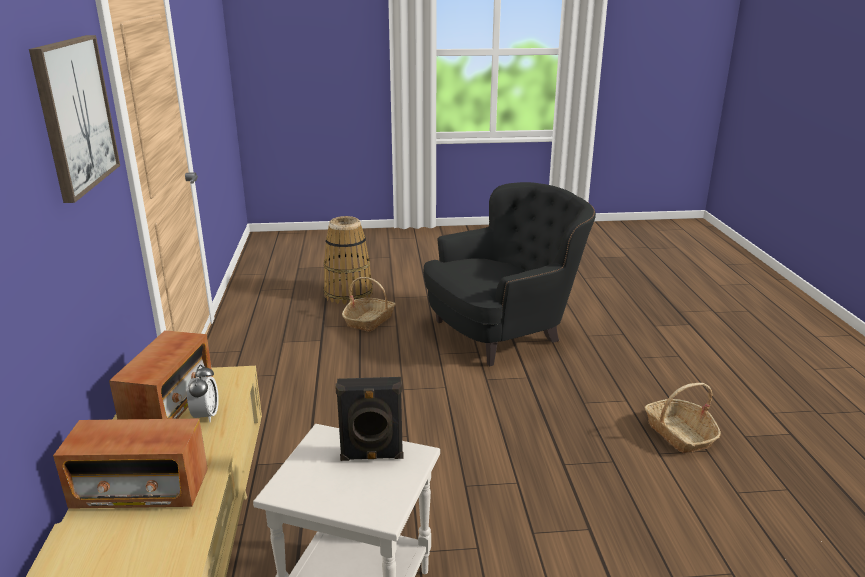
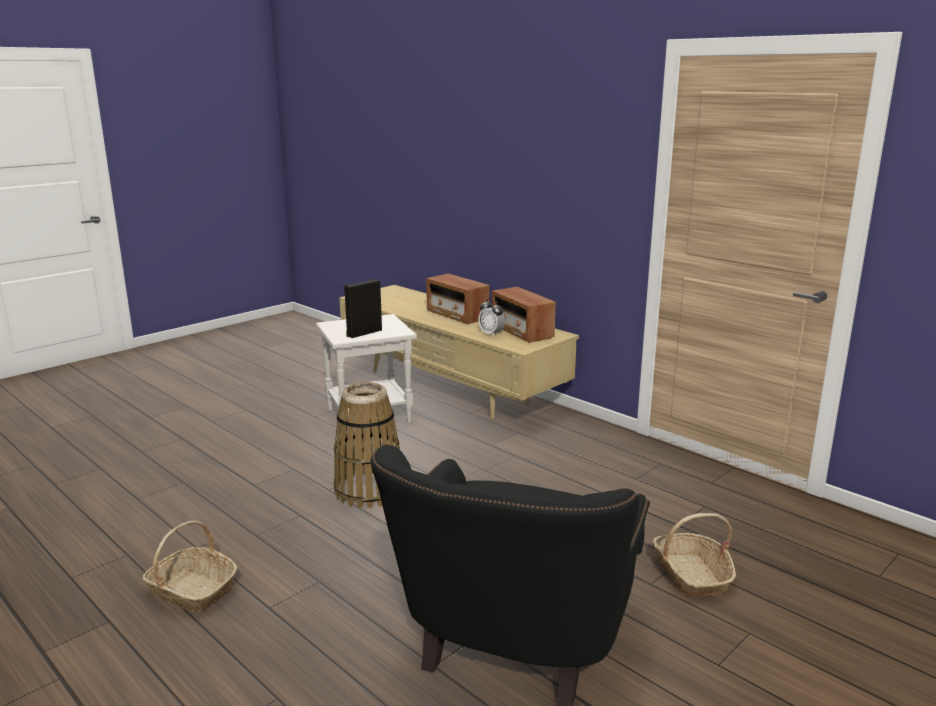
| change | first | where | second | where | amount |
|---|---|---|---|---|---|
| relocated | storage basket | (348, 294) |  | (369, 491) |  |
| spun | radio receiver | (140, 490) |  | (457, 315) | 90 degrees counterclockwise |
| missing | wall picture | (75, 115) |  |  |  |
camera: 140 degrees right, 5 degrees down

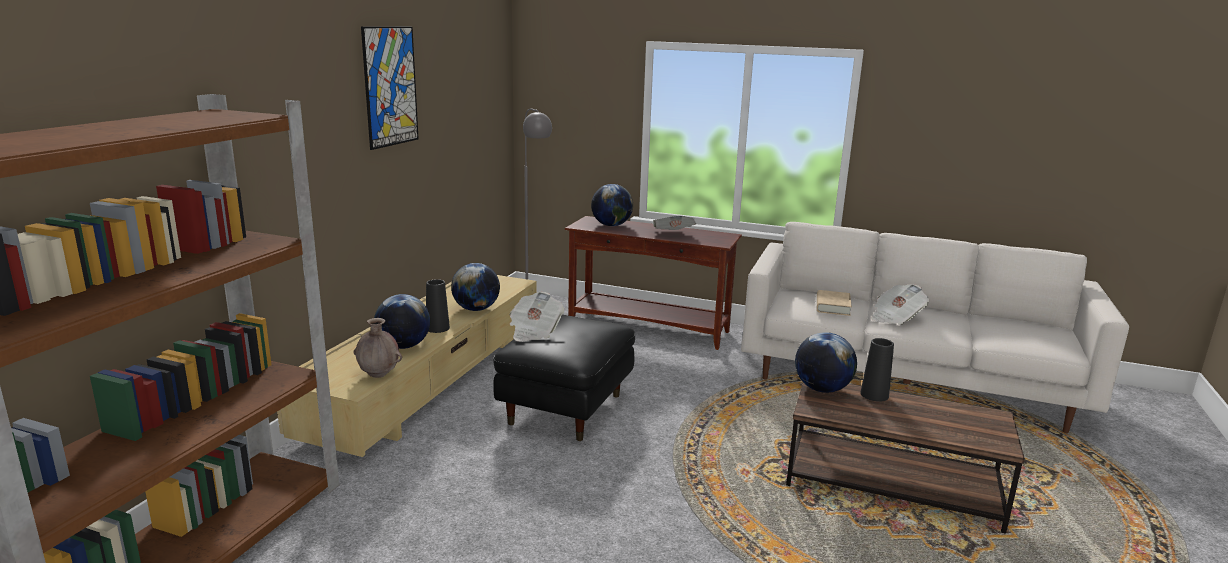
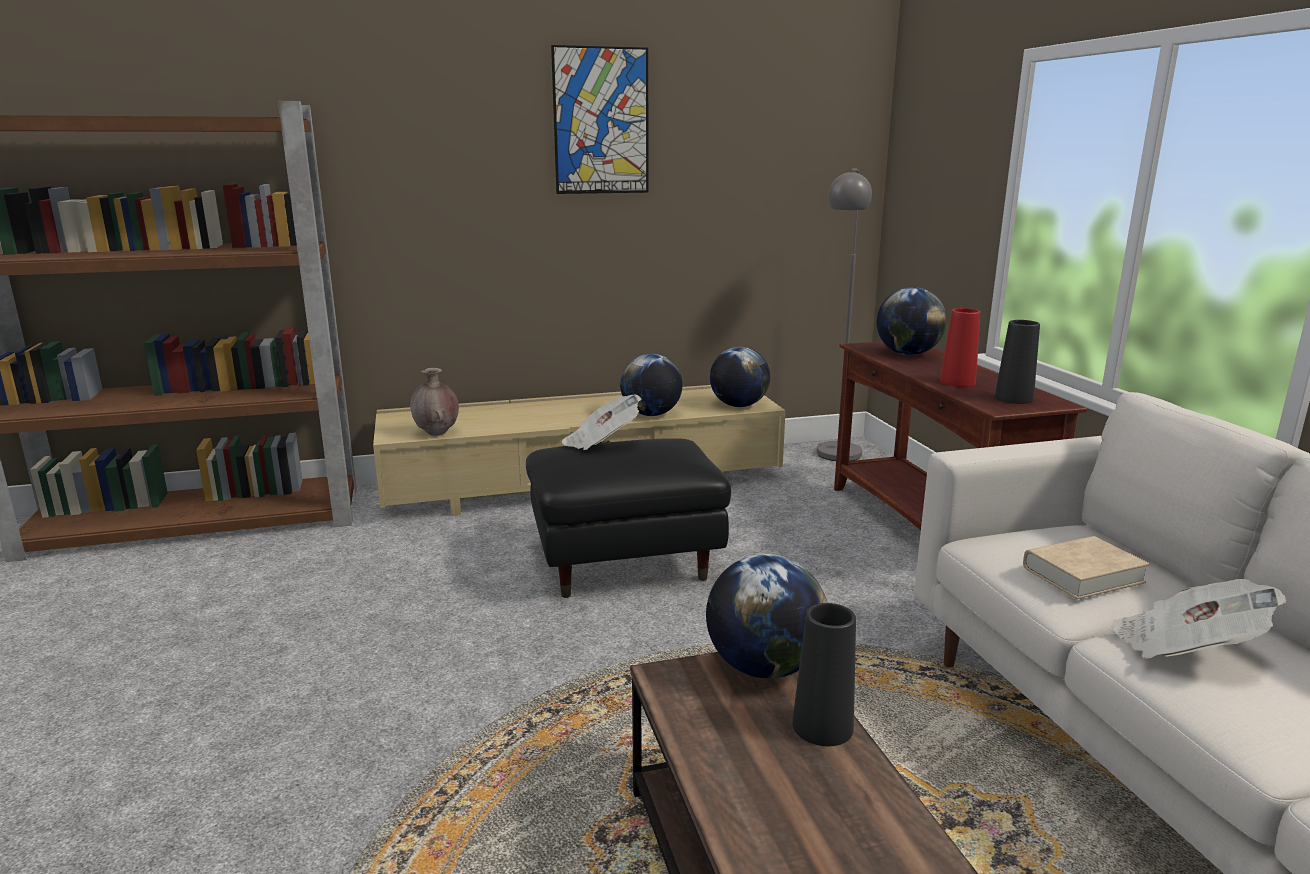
| change | first | where | second | where | amount |
|---|---|---|---|---|---|
| relocated | desk globe | (404, 346) |  | (738, 405) |  |
| exchanged | daily paper | (673, 235) | reddish decorative vase | (957, 382) |  |
| relocated | blackish decorative vase | (437, 328) |  | (1013, 398) |  |
camera: 55 degrees right, 0 degrees up

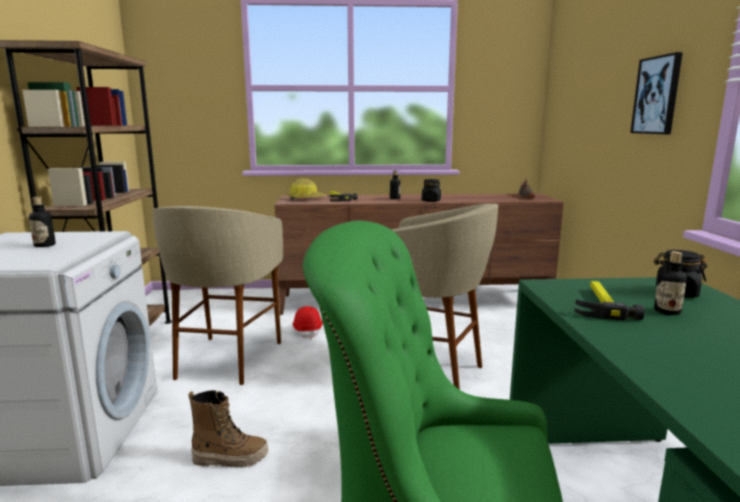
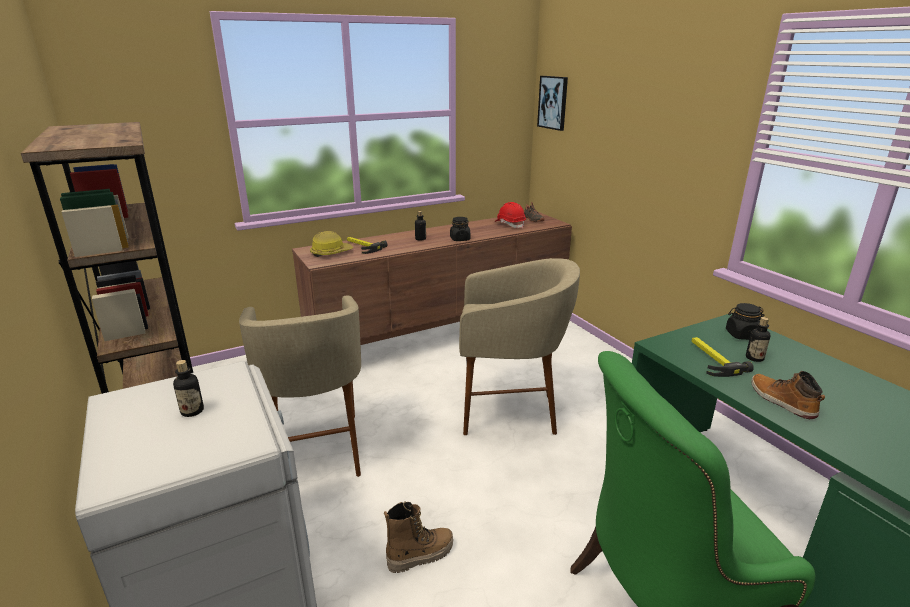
| change | first | where | second | where | amount |
|---|---|---|---|---|---|
| relocated | reddish work helmet | (308, 331) |  | (510, 224) |  |
| relocated | wall picture | (657, 95) |  | (553, 102) |  |
| appeared |  |  | high-top boot | (781, 401) |  |
camera: 25 degrees left, 10 degrees up

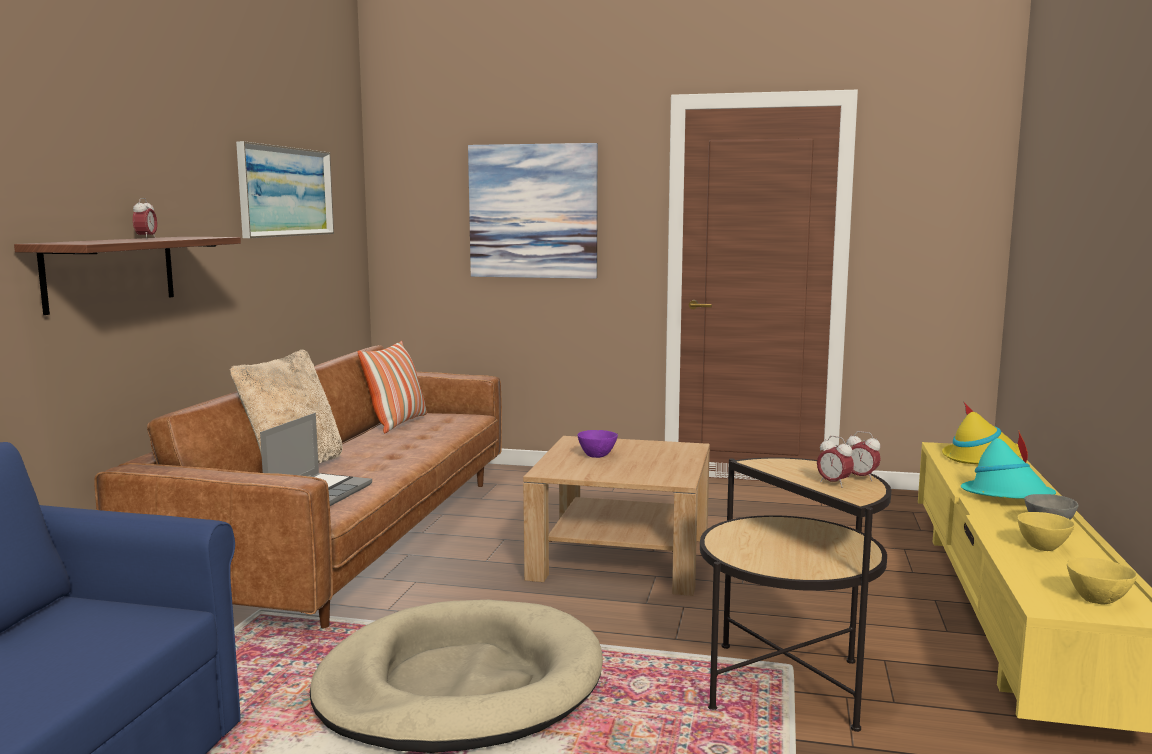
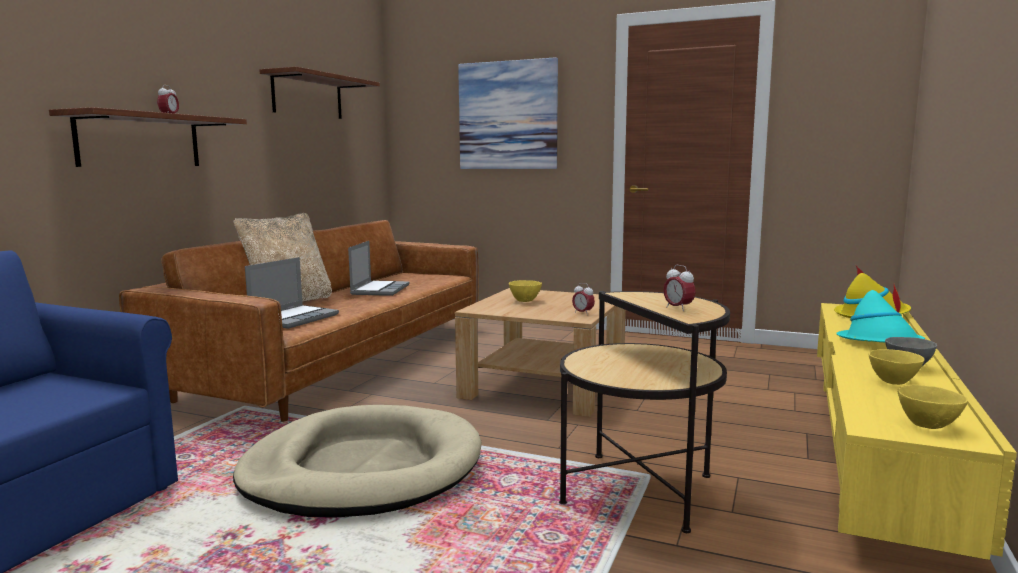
| change | first | where | second | where | amount |
|---|---|---|---|---|---|
| exchanged | wall picture | (286, 192) | wall shelf | (307, 96) |  |
| appeared |  |  | portable computer | (379, 289) |  |
| colour | purple deep dish | (597, 456) | yellow deep dish | (525, 301) |  |
| relocated | bedside clock | (861, 478) |  | (583, 313) |  |
| missing | pillow | (397, 423) |  |  |  |
camera: 10 degrees right, 0 degrees up

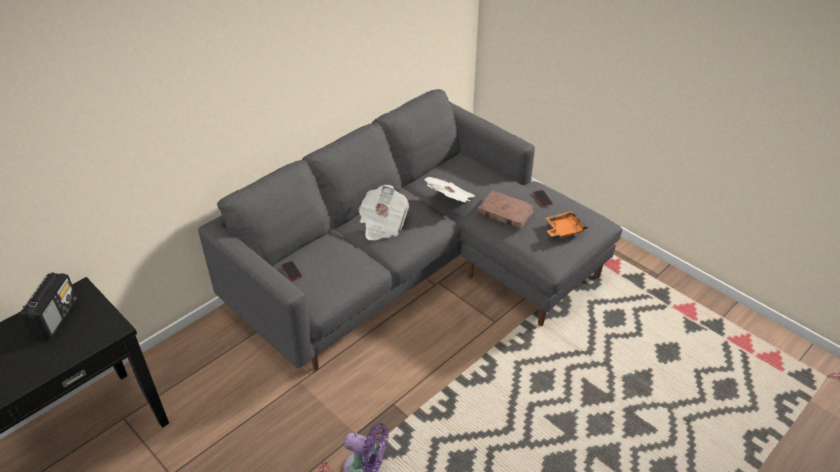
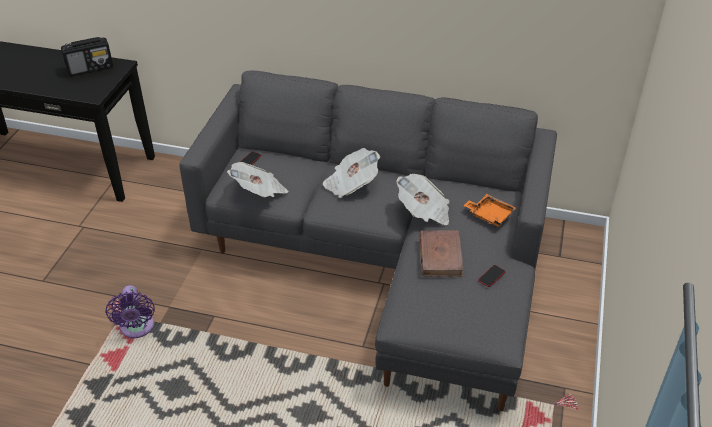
| change | first | where | second | where | amount |
|---|---|---|---|---|---|
| appeared |  |  | daily paper | (259, 192) |  |
| relocated | orangey tray | (563, 230) |  | (490, 215) |  |
camera: 60 degrees right, 0 degrees up

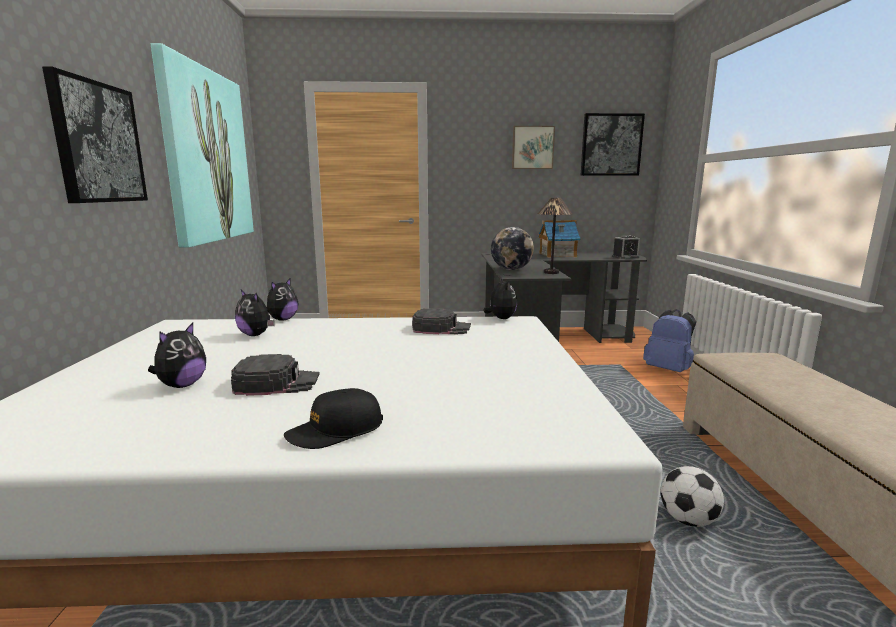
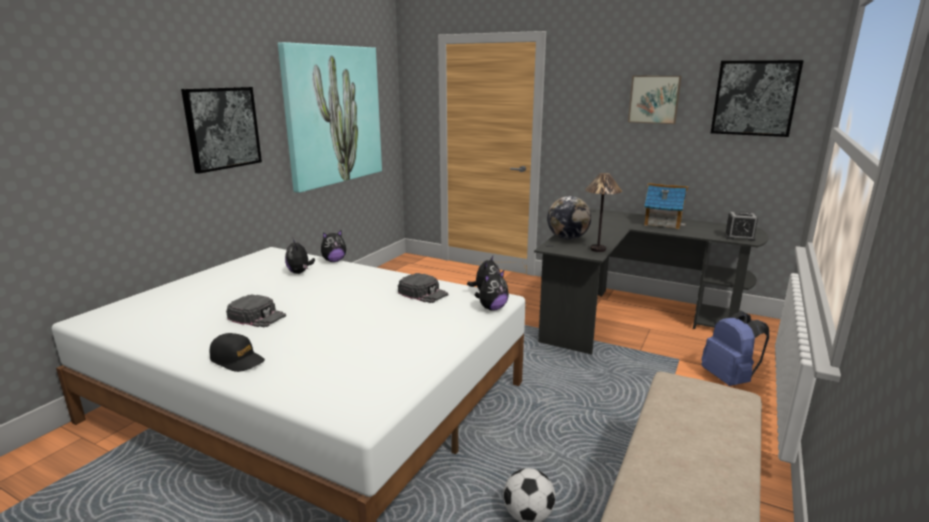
| change | first | where | second | where | amount |
|---|---|---|---|---|---|
| spun | blackish baseball cap | (335, 431) |  | (237, 360) | 150 degrees counterclockwise |
| relocated | cuddly toy | (182, 385) |  | (492, 308) |  |
camera: 30 degrees right, 5 degrees up

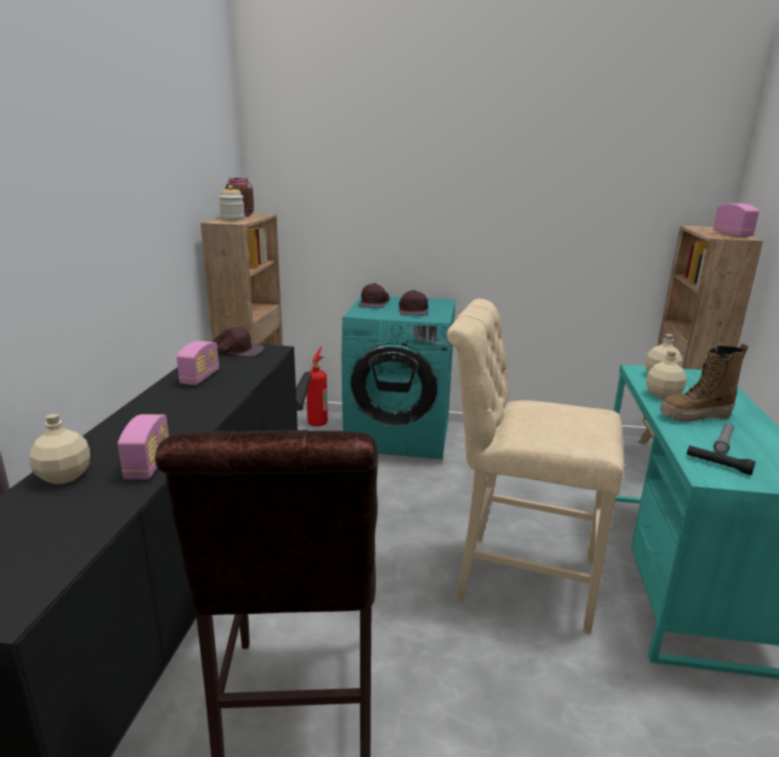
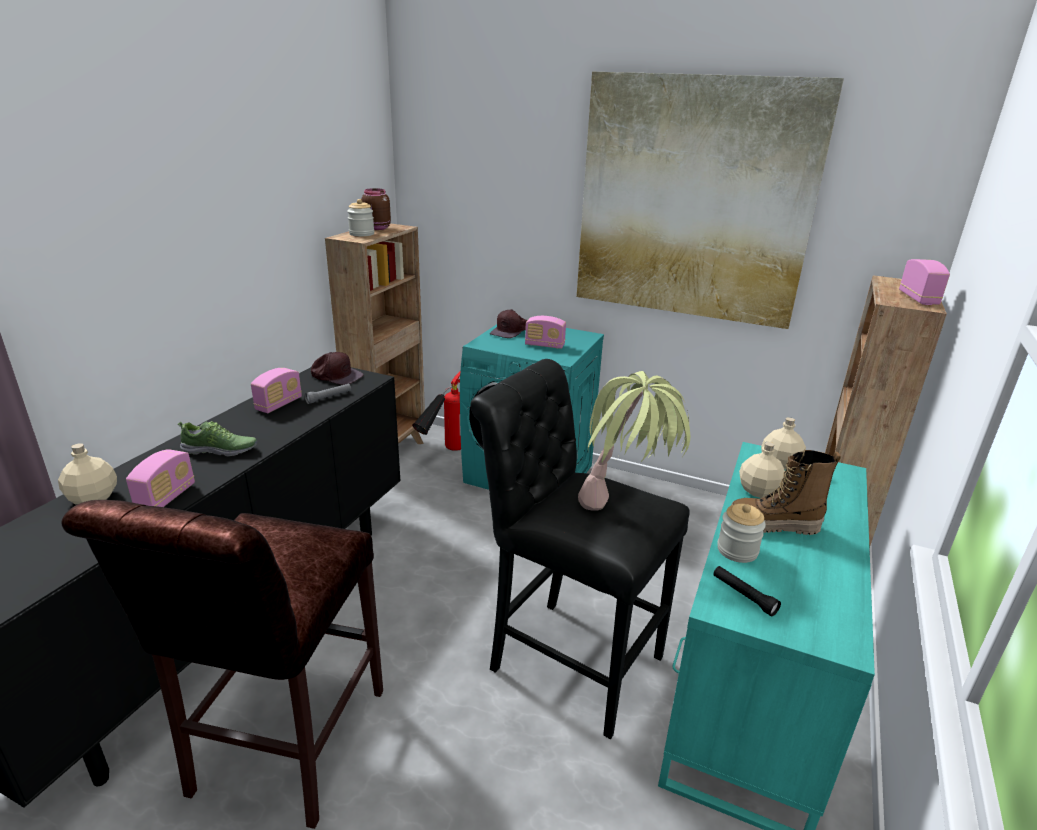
| change | first | where | second | where | amount |
|---|---|---|---|---|---|
| appeared |  |  | low shoe | (220, 450) |  |
| relocated | greyish hand torch | (723, 443) |  | (329, 397) |  |
| colour | sand-coloured sitting stool | (517, 576) | blackish sitting stool | (568, 657) |  |
| exchanged | brownish baseball cap | (414, 311) | radio receiver | (544, 345) |  |
| appeared |  |  | wall picture | (693, 201) |  |
| appeared |  |  | plant in a pot | (626, 515) |  |
| appeared |  |  | storage jar | (737, 550) |  |
camera: 15 degrees right, 5 degrees up

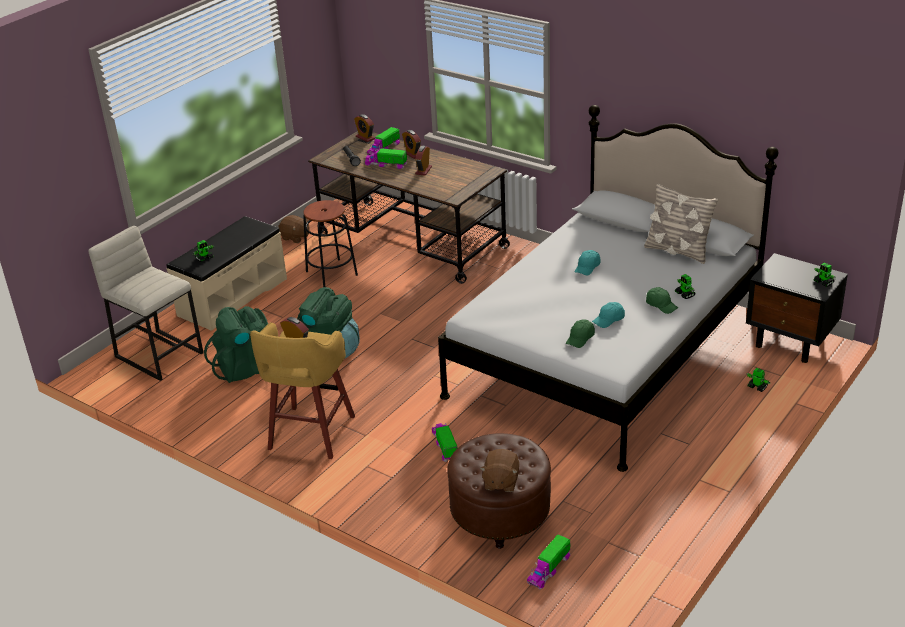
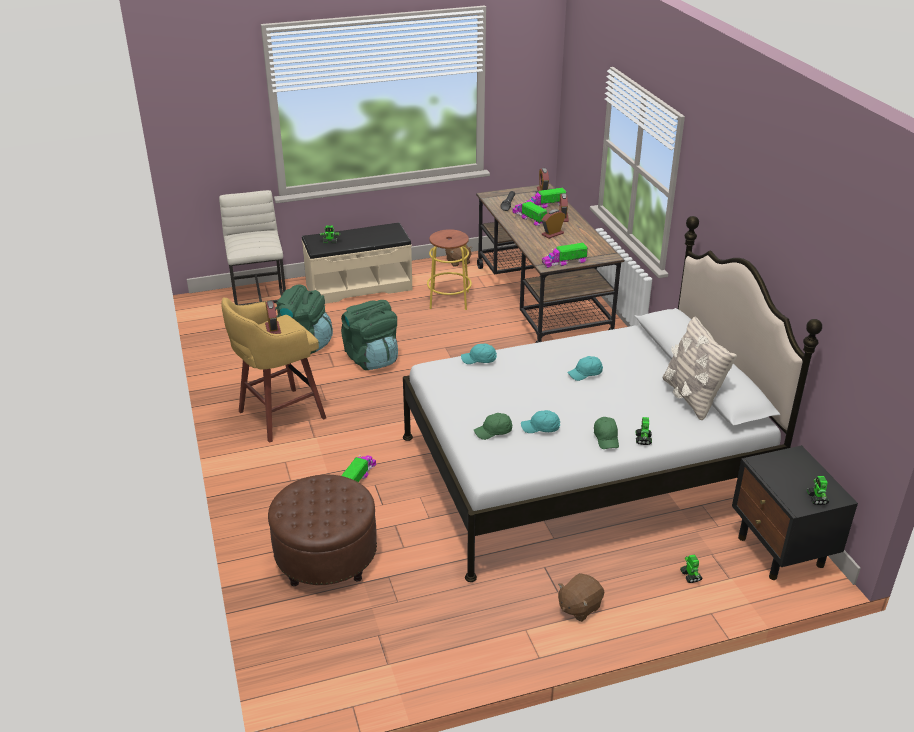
| change | first | where | second | where | amount |
|---|---|---|---|---|---|
| colour | blackish sitting stool | (331, 273) | yellow sitting stool | (449, 300) |  |
| appeared |  |  | turquoise-coloured baseball cap | (479, 360) |  |
| relocated | model truck | (549, 569) |  | (564, 262) |  |
| relocated | brownish cuddly toy | (500, 482) |  | (579, 607) |  |
camera: 35 degrees right, 0 degrees up

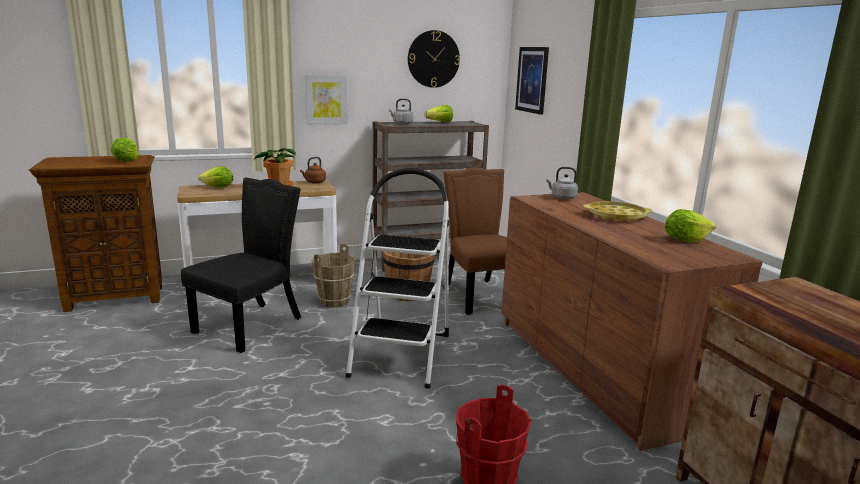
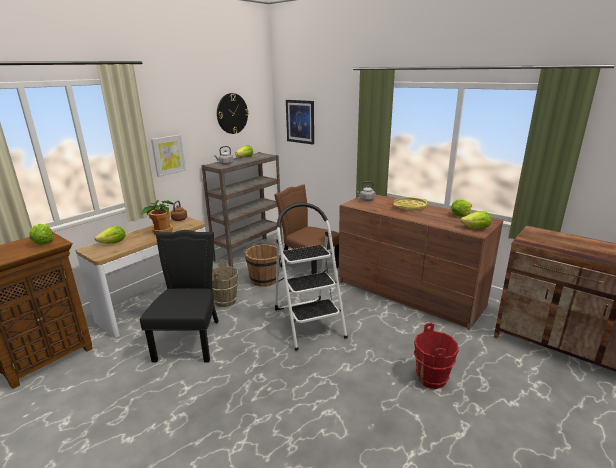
| change | first | where | second | where | amount |
|---|---|---|---|---|---|
| appeared |  |  | lettuce | (476, 228) |  |
camera: 30 degrees left, 5 degrees up

